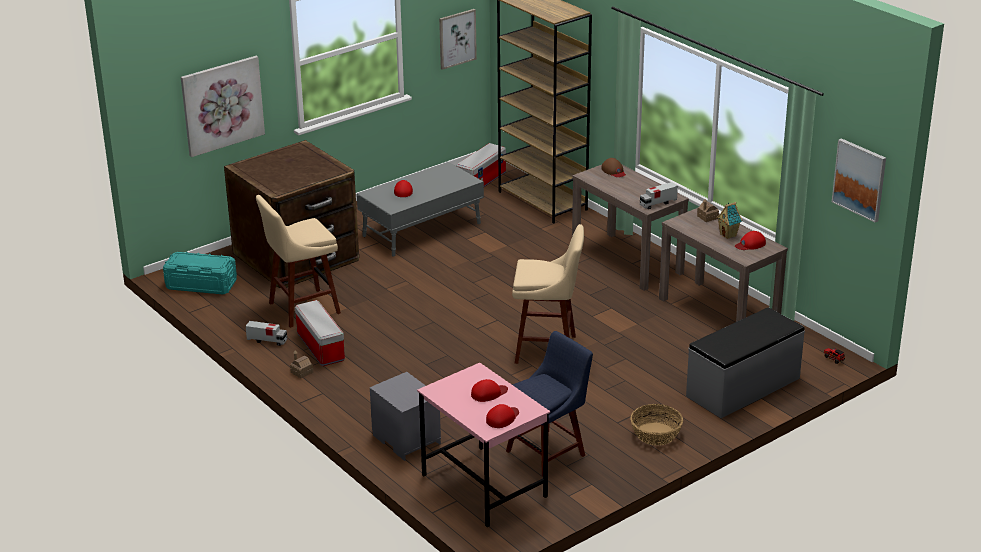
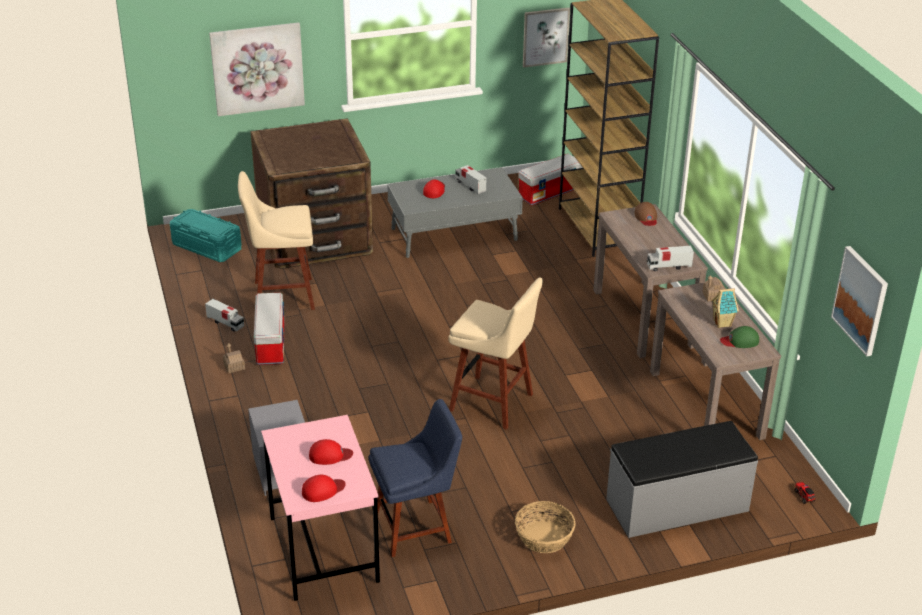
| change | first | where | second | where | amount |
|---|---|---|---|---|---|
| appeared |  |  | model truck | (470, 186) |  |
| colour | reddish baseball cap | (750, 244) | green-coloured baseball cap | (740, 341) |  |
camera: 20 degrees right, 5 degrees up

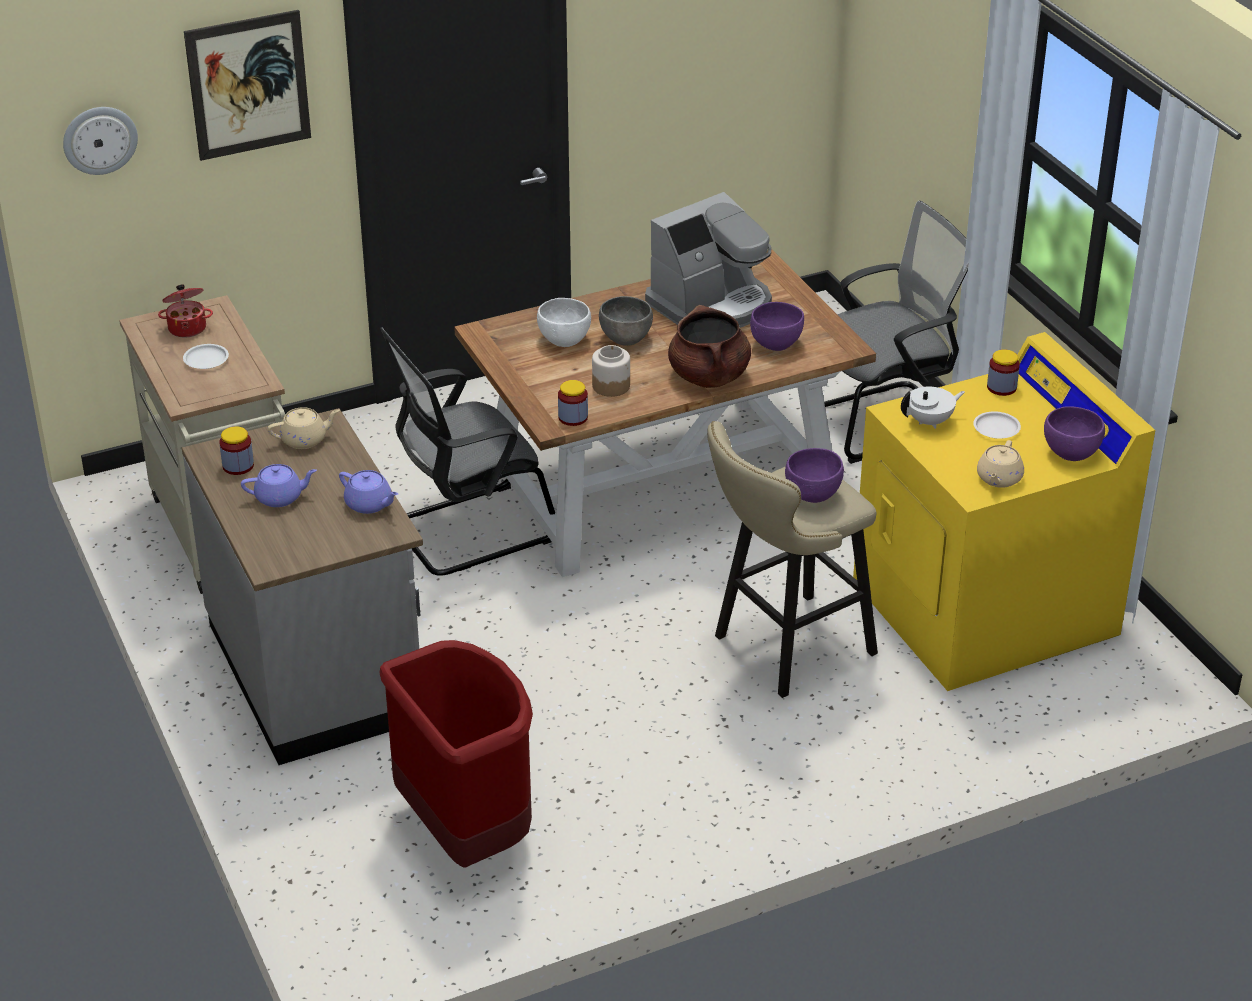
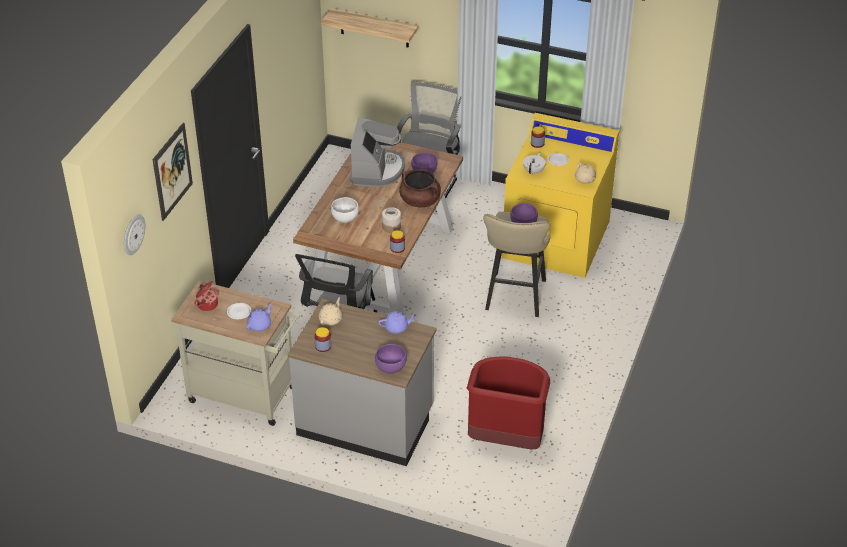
| change | first | where | second | where | amount |
|---|---|---|---|---|---|
| relocated | purple tea pot | (280, 497) |  | (260, 325) |  |
| appeared |  |  | wall shelf | (374, 28) |  |
| relocated | purple deep dish | (1071, 453) |  | (391, 368) |  |
| missing | greyish deep dish | (626, 339) |  |  |  |
camera: 45 degrees left, 5 degrees up

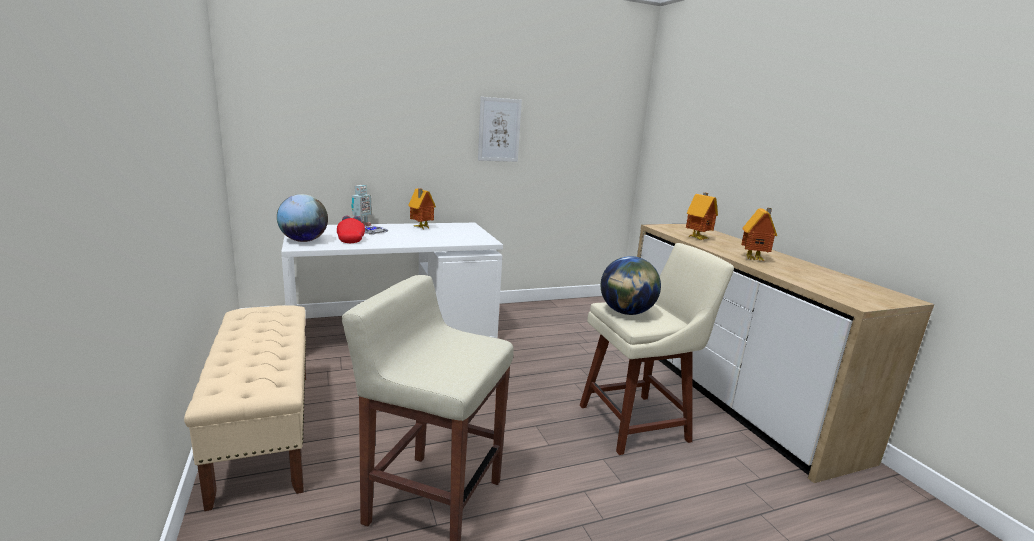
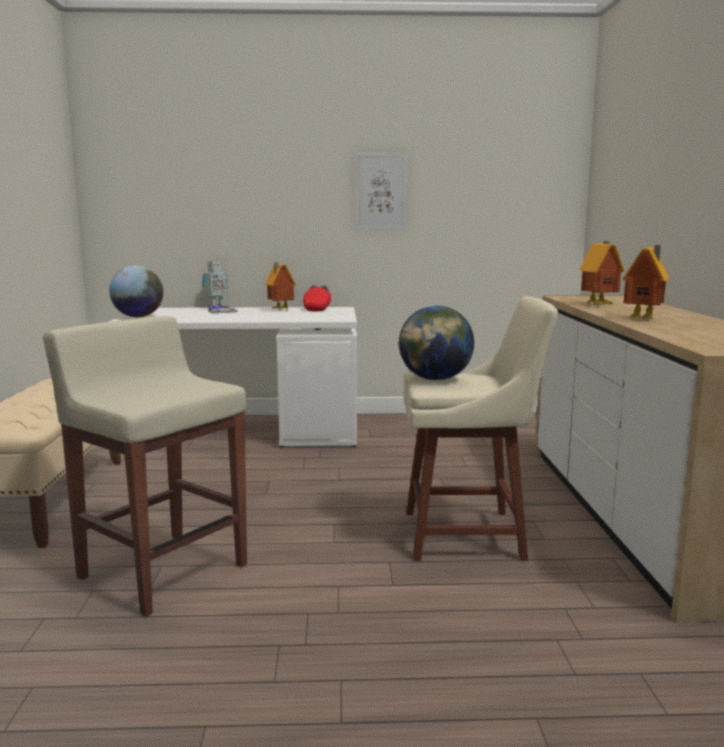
| change | first | where | second | where | amount |
|---|---|---|---|---|---|
| relocated | reddish baseball cap | (351, 239) |  | (317, 309) |  |
camera: 20 degrees right, 5 degrees down

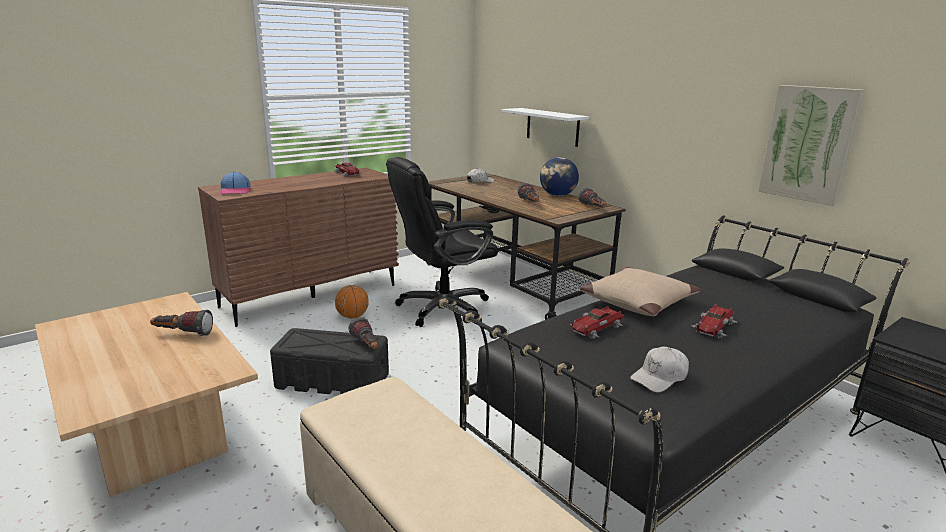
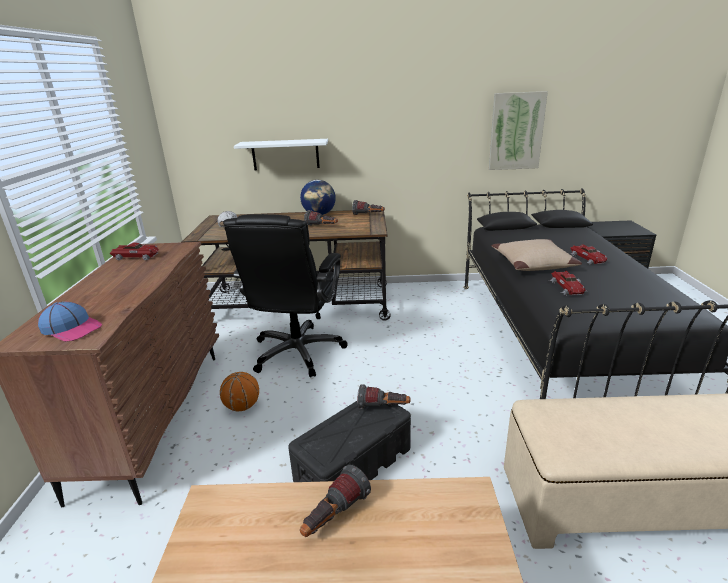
| change | first | where | second | where | amount |
|---|---|---|---|---|---|
| missing | whitish baseball cap | (660, 377) |  |  |  |
camera: 50 degrees left, 5 degrees up

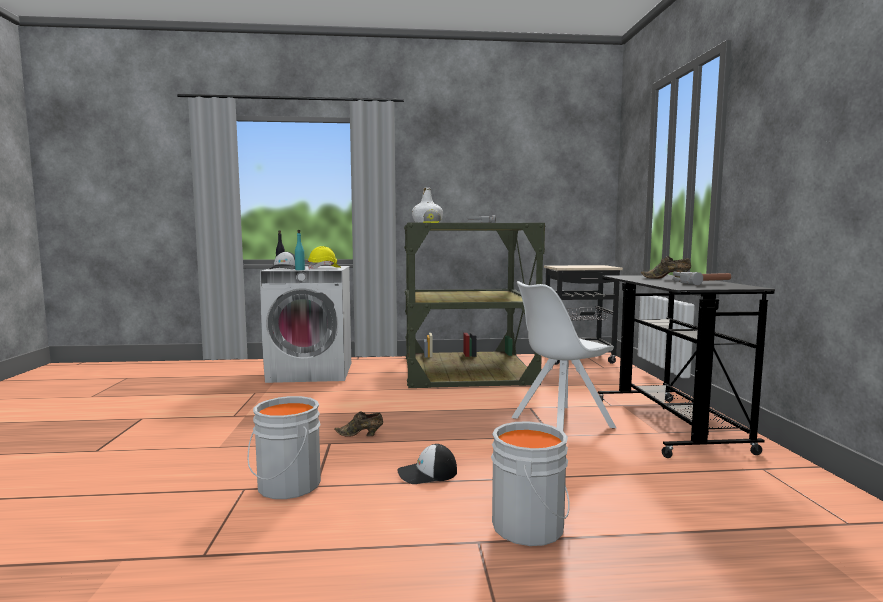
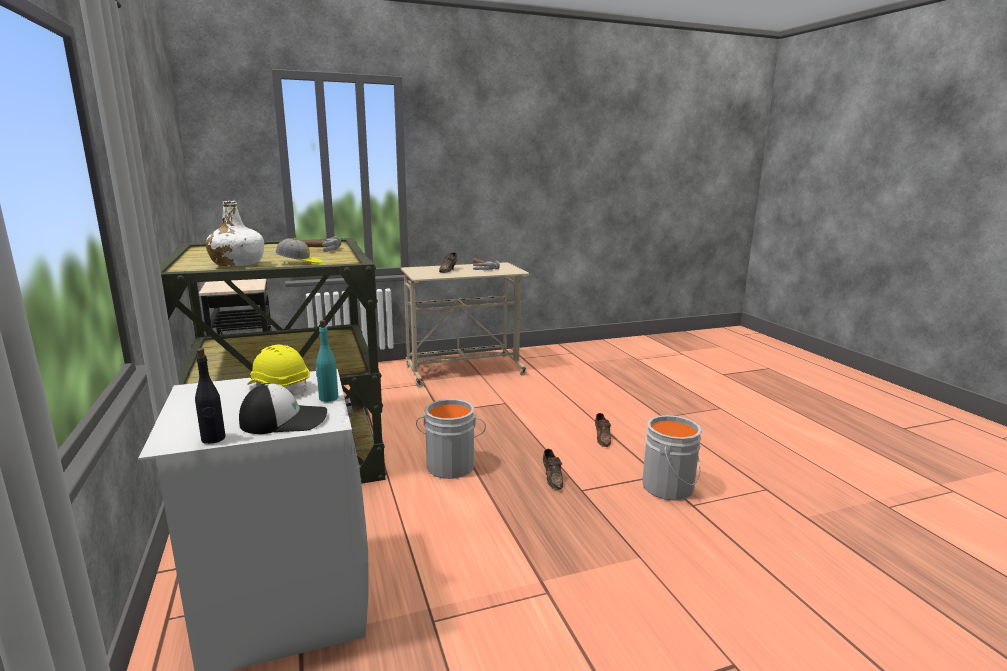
| change | first | where | second | where | amount |
|---|---|---|---|---|---|
| colour | blackish desk table | (669, 425) | sand-coloured desk table | (464, 370) |  |
| relocated | greyish bucket | (531, 527) |  | (451, 465) |  |
| exchanged | baseball cap | (427, 473) | brownish low shoe | (602, 438) |  |
| missing | whitish upright chair | (560, 423) |  |  |  |
camera: 105 degrees left, 10 degrees up

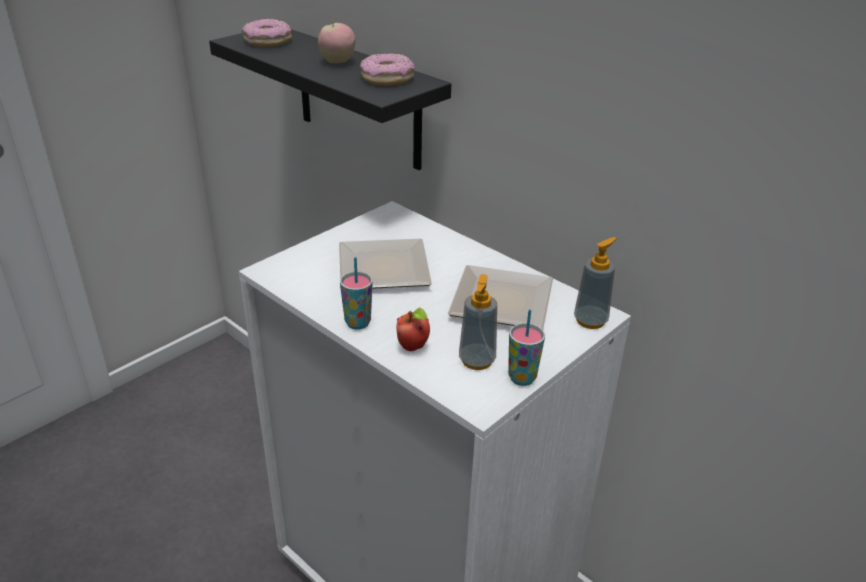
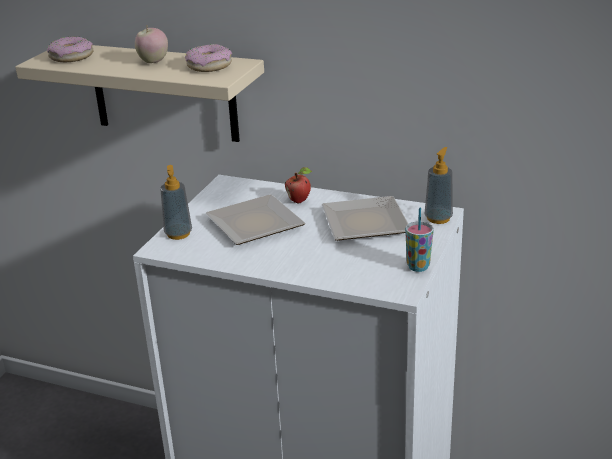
| change | first | where | second | where | amount |
|---|---|---|---|---|---|
| colour | blackish wall shelf | (358, 98) | sand-coloured wall shelf | (164, 92) |  |
| relocated | soap bottle | (477, 360) |  | (178, 234) |  |
| relocated | apple fruit | (413, 347) |  | (300, 201) |  |
| missing | drinking cup | (358, 323) |  |  |  |
camera: 20 degrees left, 5 degrees down

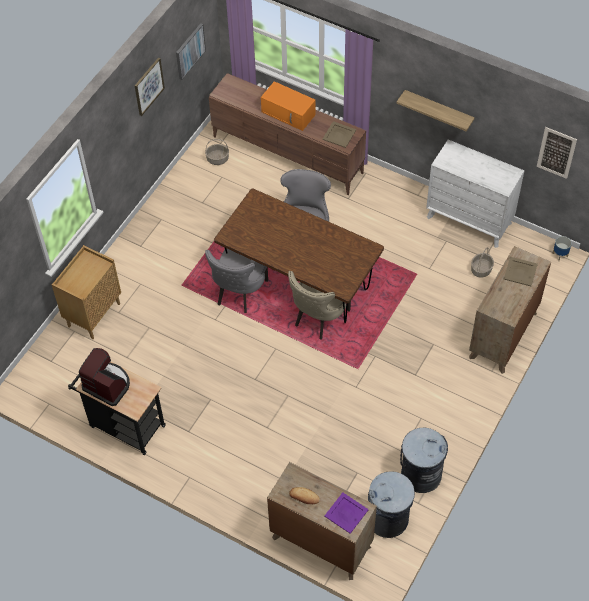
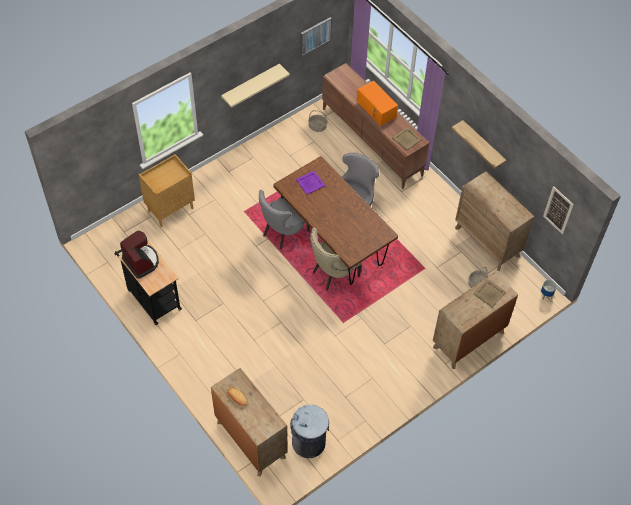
| change | first | where | second | where | amount |
|---|---|---|---|---|---|
| appeared |  |  | sand-coloured wall shelf | (250, 84) |  |
| relocated | purple tray | (346, 513) |  | (310, 183) |  |
| colour | whitish drawer chest | (469, 220) | brownish drawer chest | (487, 242) |  |
| missing | wall picture | (148, 86) |  |  |  |
| missing | greyish trash can | (420, 474) |  |  |  |
camera: 20 degrees right, 0 degrees up

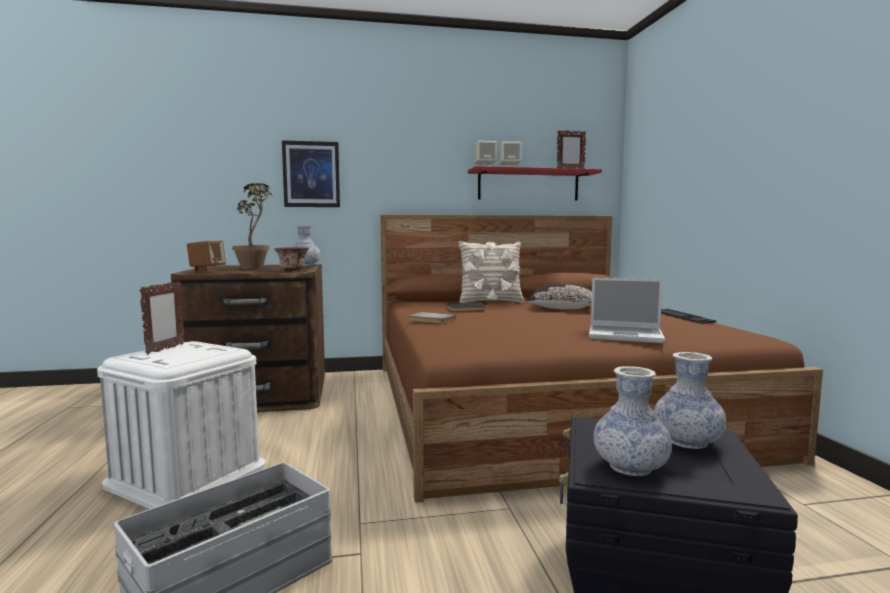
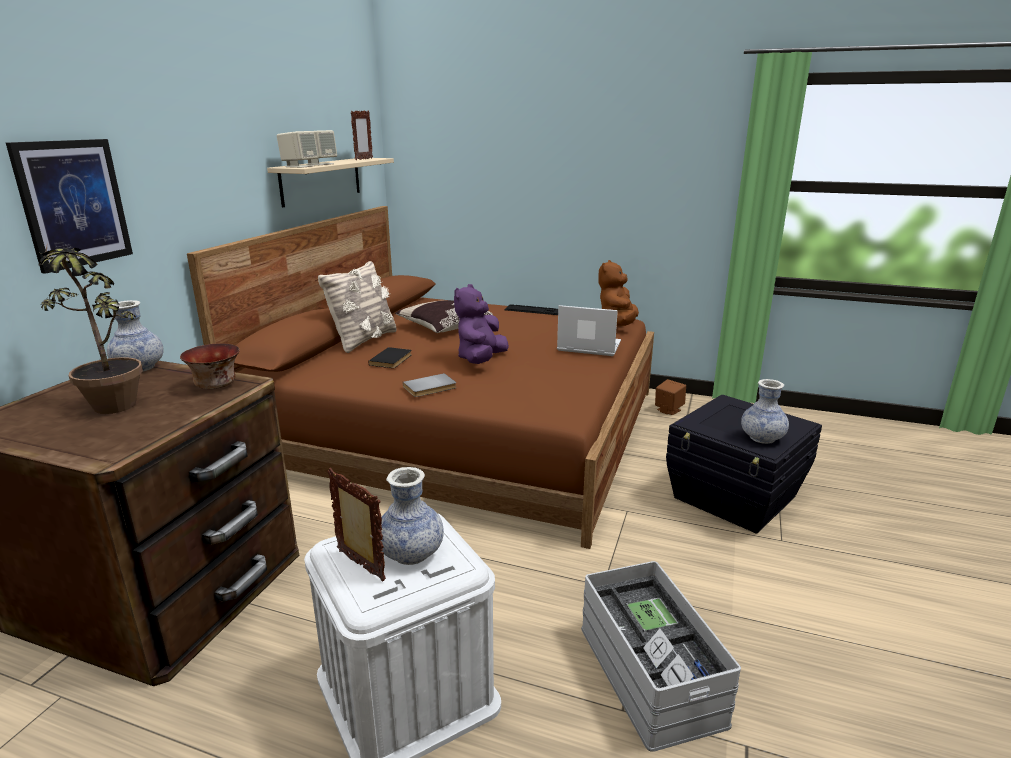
| change | first | where | second | where | amount |
|---|---|---|---|---|---|
| colour | reddish wall shelf | (528, 185) | sand-coloured wall shelf | (321, 180) |  |
| relocated | decorative vase | (687, 442) |  | (411, 553) |  |
| appeared |  |  | purple cuddly toy | (481, 360) |  |
| spun | portable computer | (626, 335) |  | (588, 347) | 120 degrees counterclockwise |
| appeared |  |  | brownish cuddly toy | (617, 324) |  |
| relocated | brownish audio speaker | (207, 271) |  | (668, 410) |  |
camera: 60 degrees left, 15 degrees up

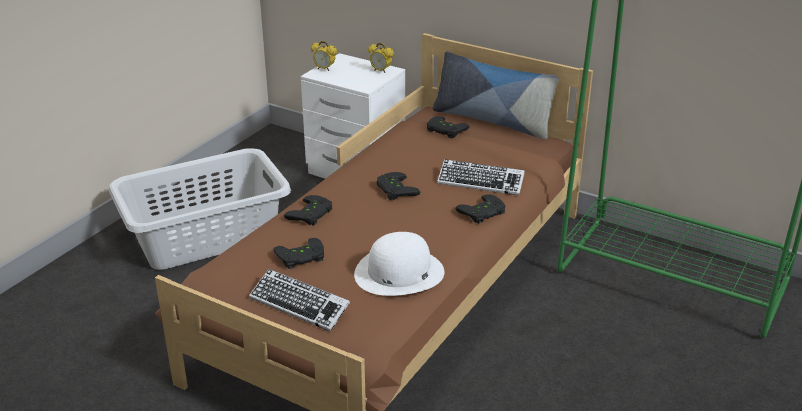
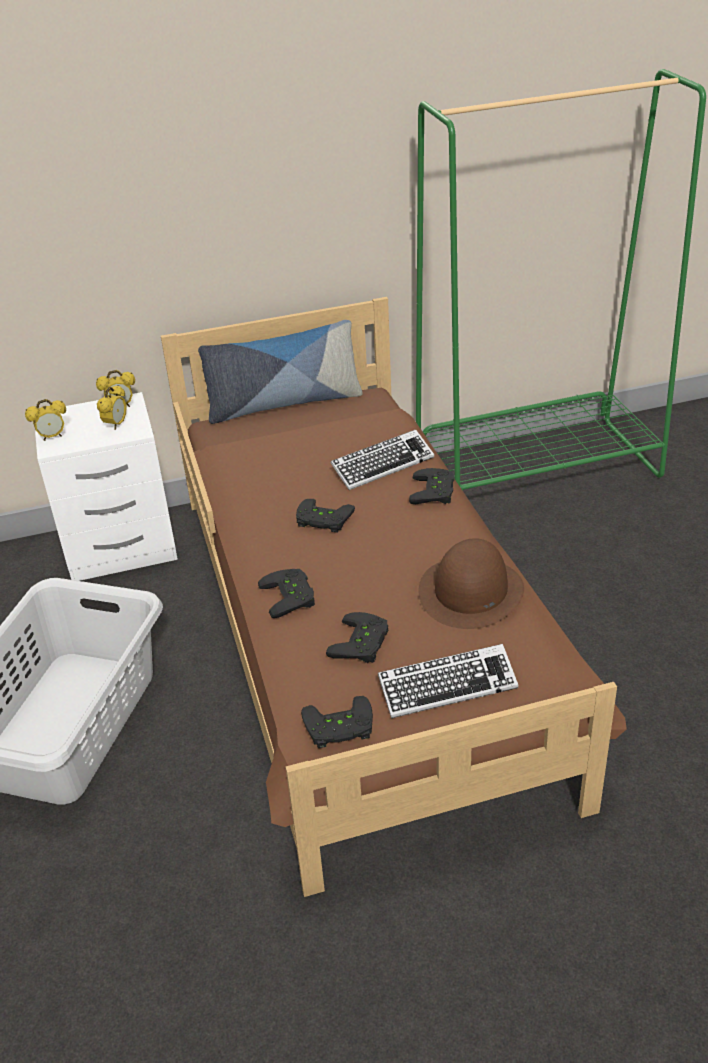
| change | first | where | second | where | amount |
|---|---|---|---|---|---|
| appeared |  |  | bedside clock | (116, 425) |  |
| relocated | blackish gamepad | (445, 130) |  | (339, 729) |  |
| colour | whitish clothing hat | (399, 273) | brownish clothing hat | (471, 592) |  |
camera: 45 degrees left, 5 degrees up

